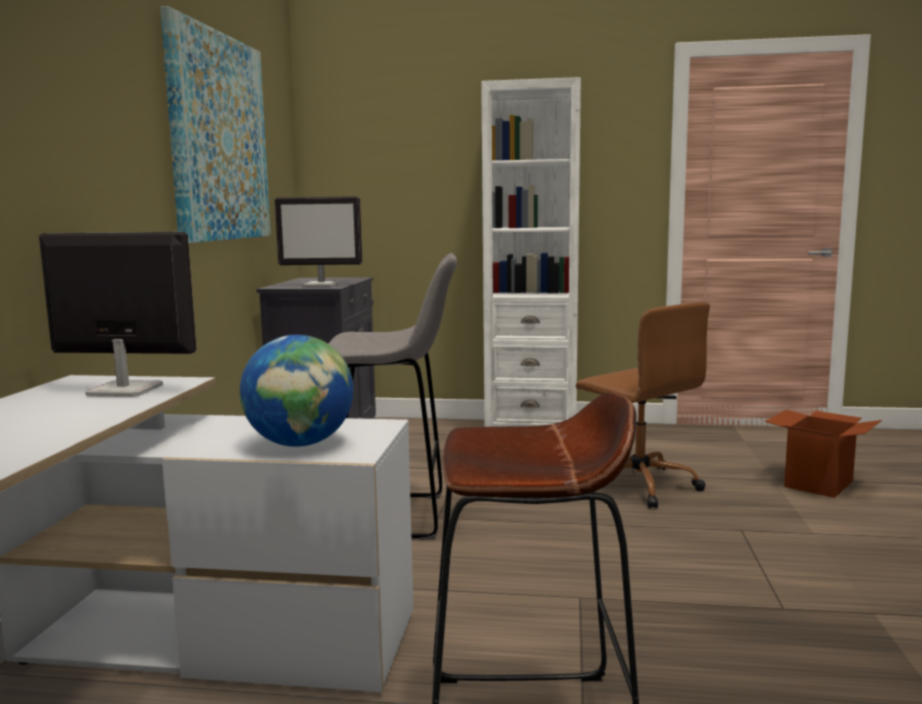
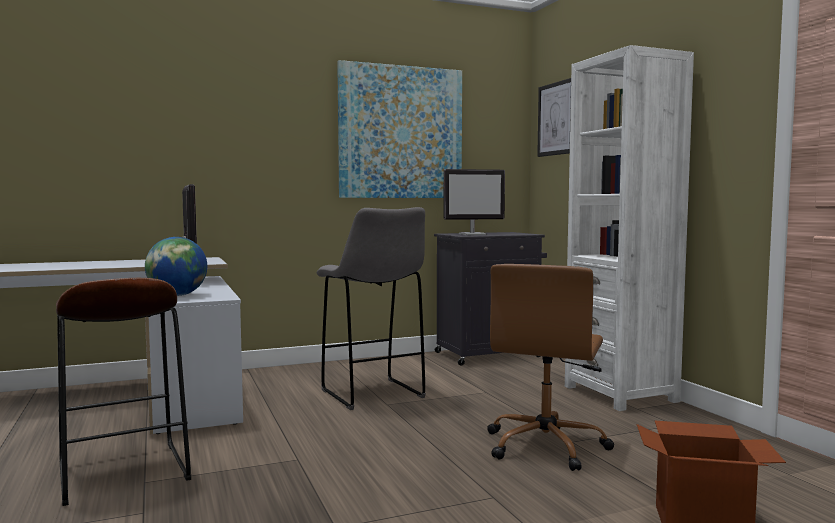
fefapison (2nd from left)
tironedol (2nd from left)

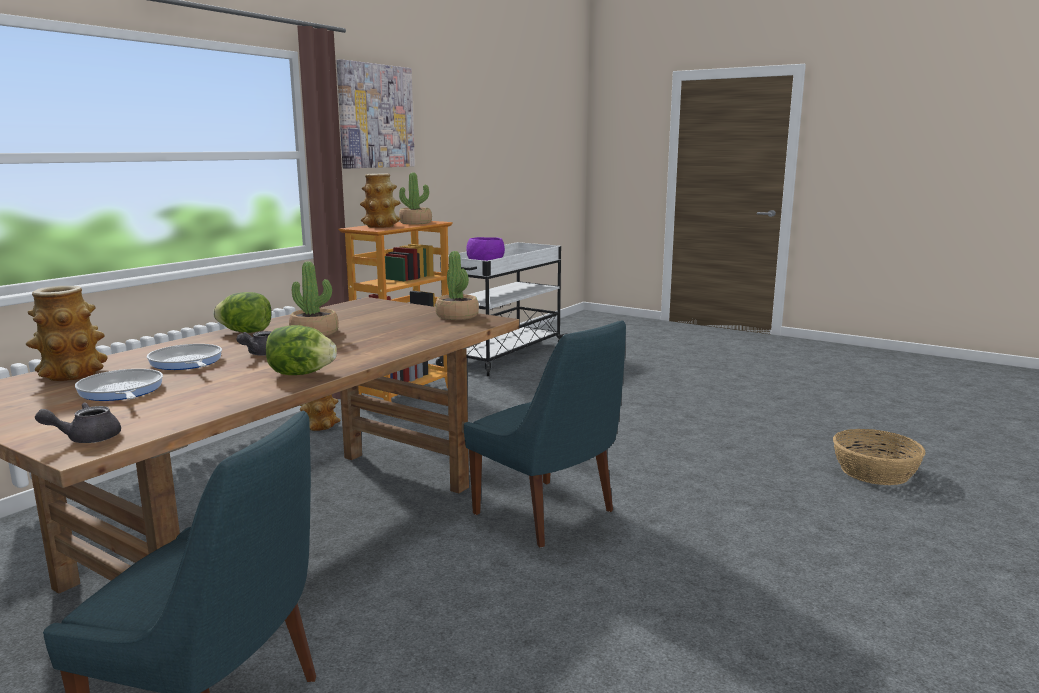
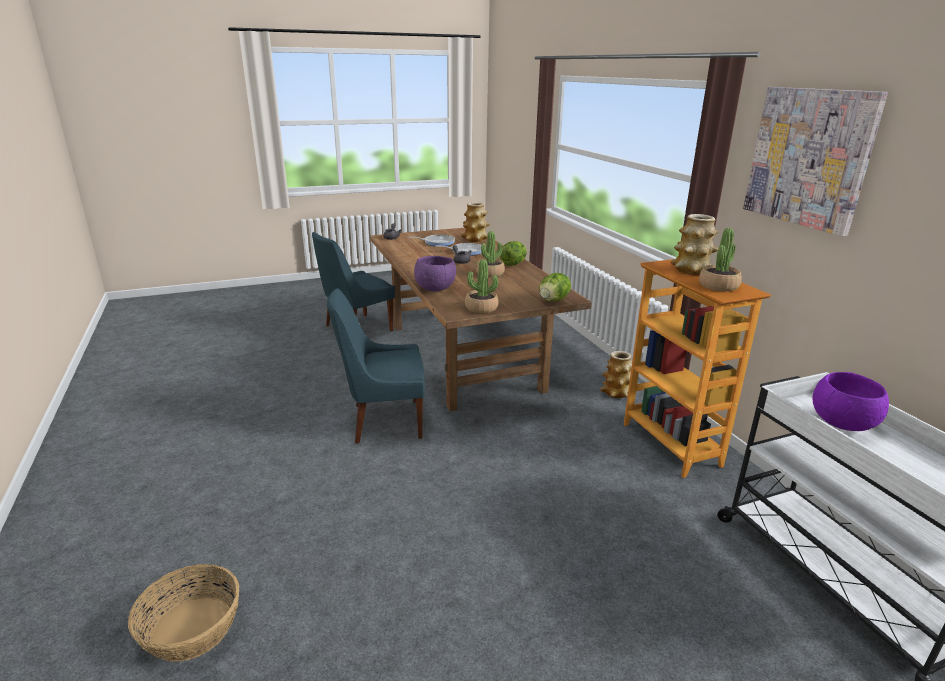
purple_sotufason (1st from left)
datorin (2nd from left)

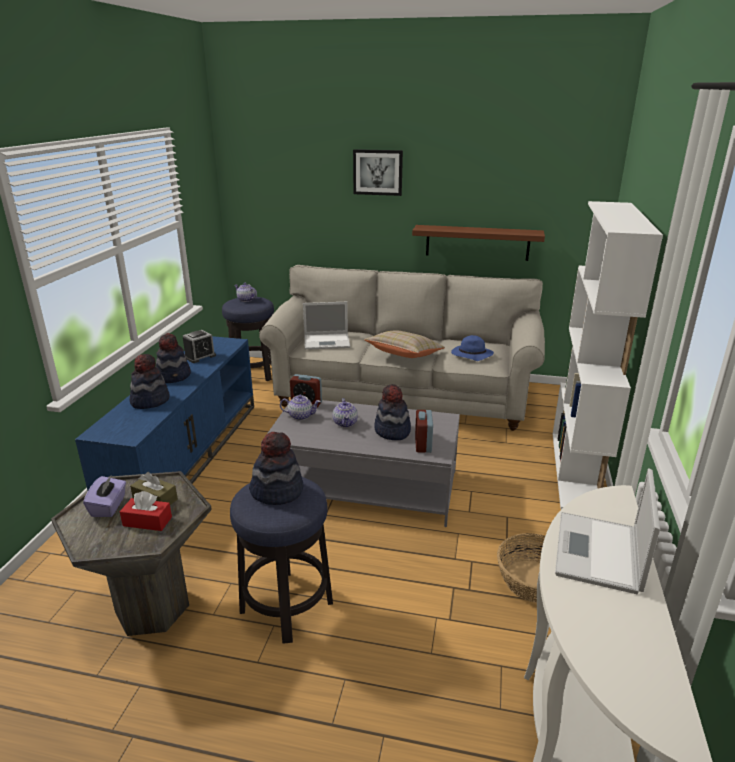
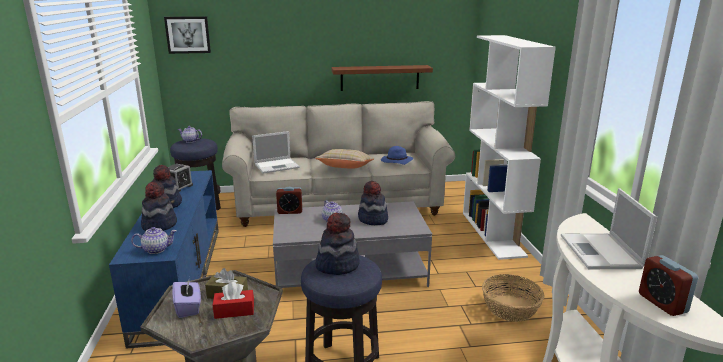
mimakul (1st from left)
tironedol
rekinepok (3rd from left)

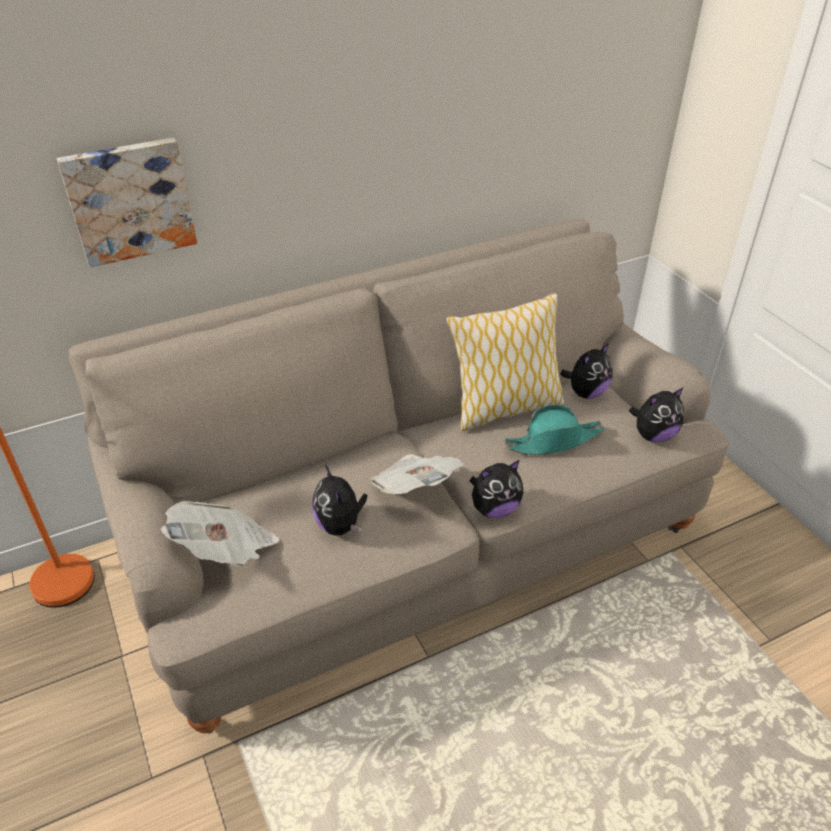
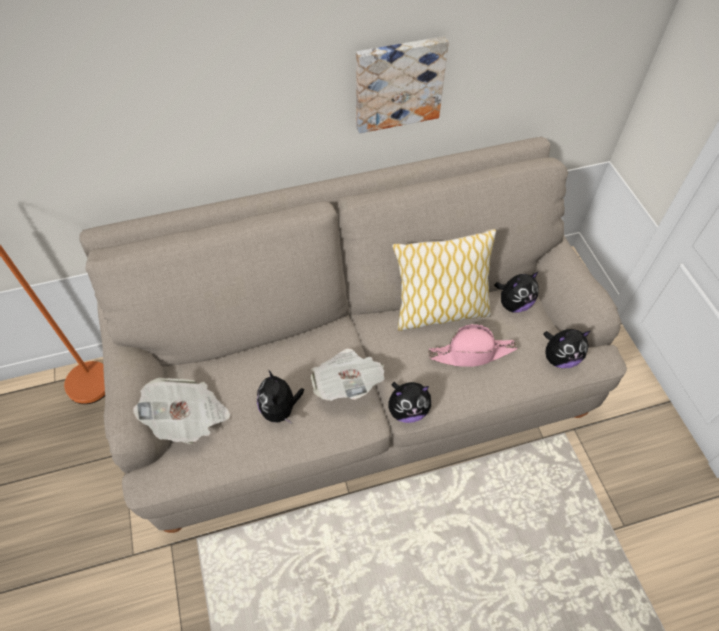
tironedol
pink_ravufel

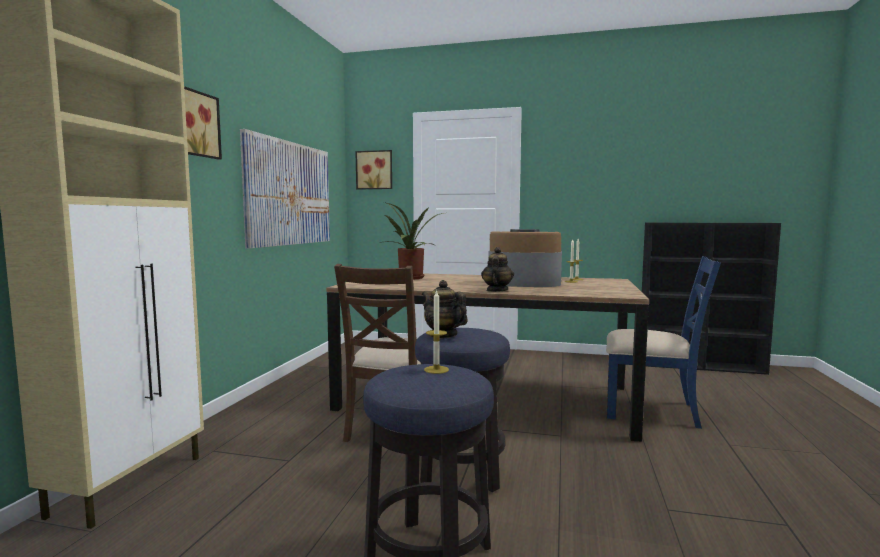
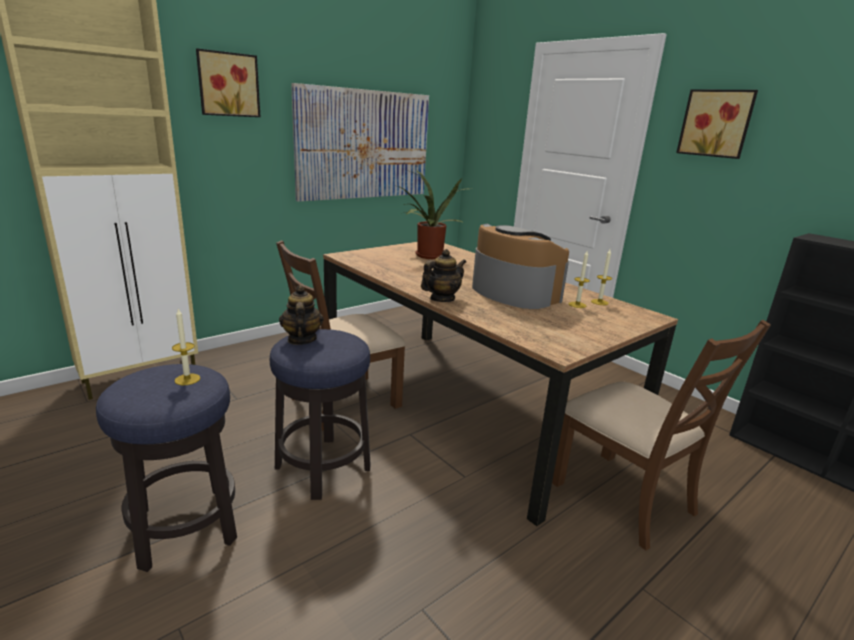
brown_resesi (2nd from left)
tironedol (3rd from left)

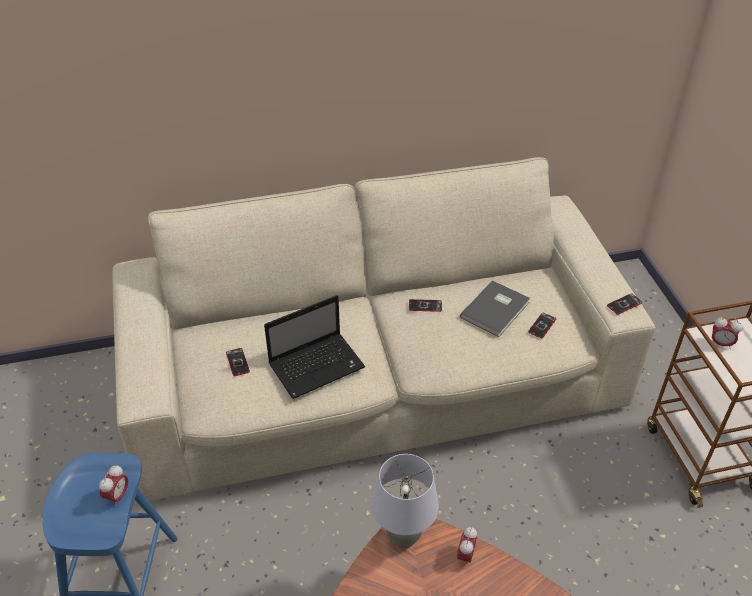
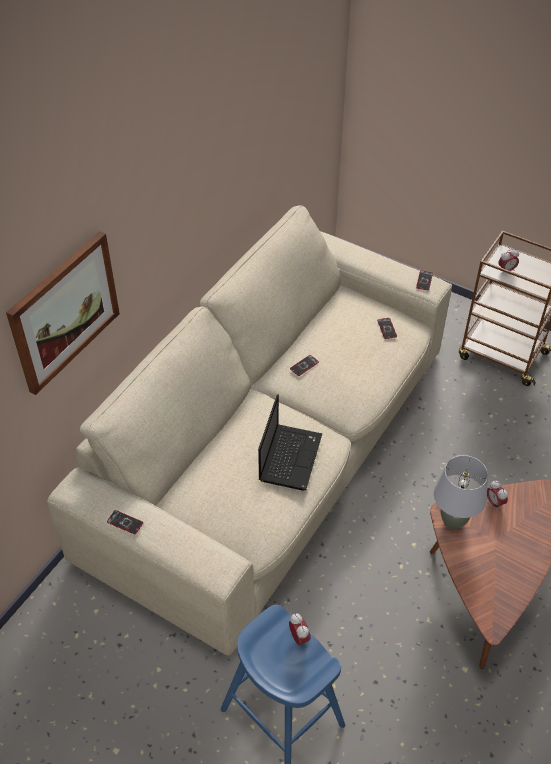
tironedol
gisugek (1st from left)
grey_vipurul

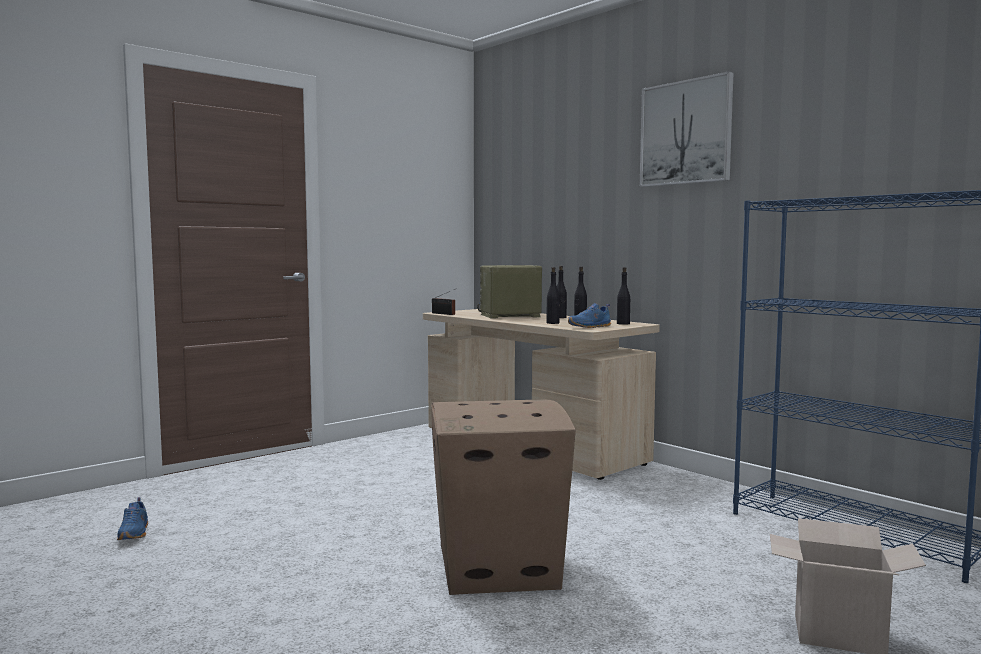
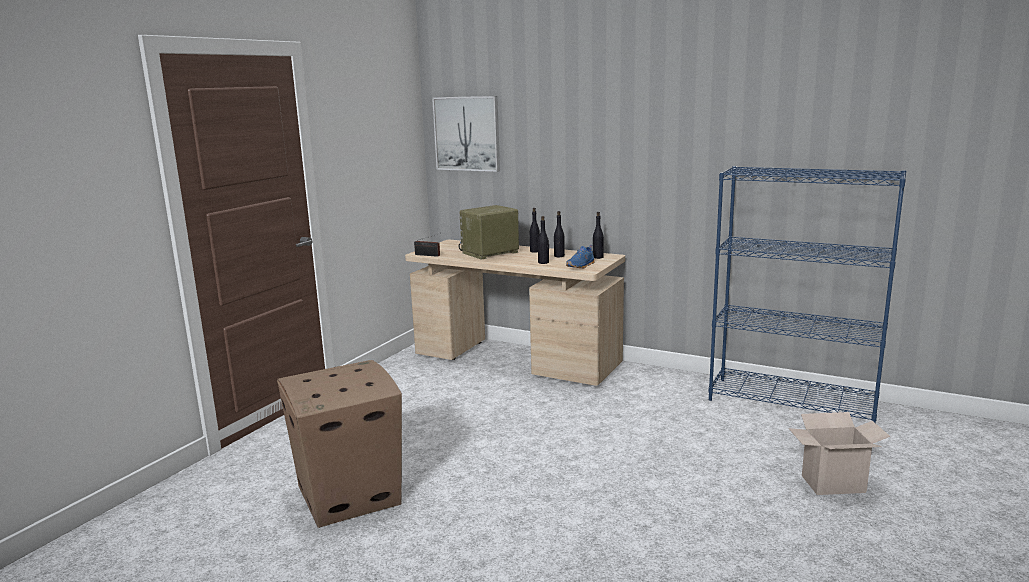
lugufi (1st from left)
tironedol
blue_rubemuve (1st from left in the first image)

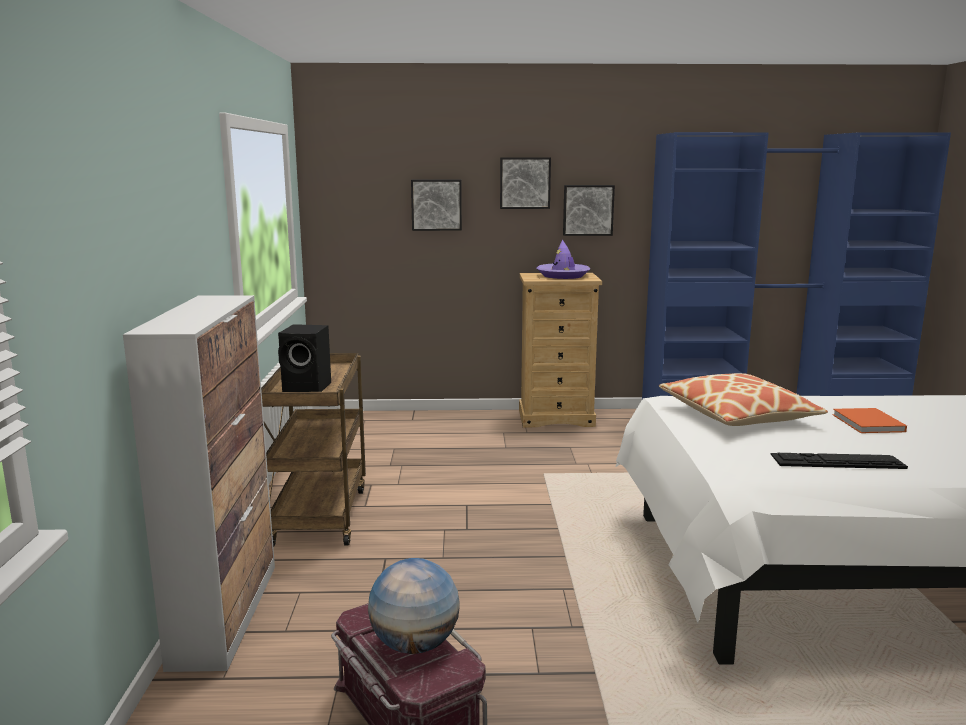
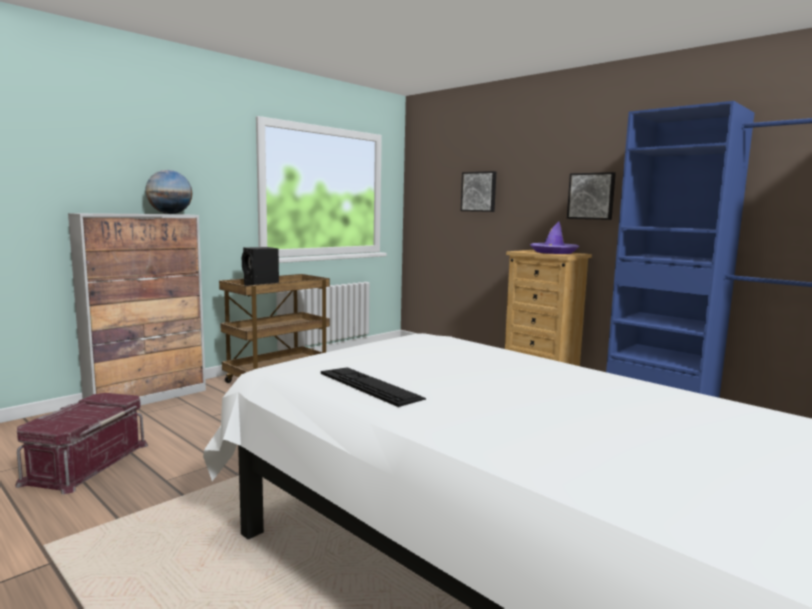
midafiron
tironedol (2nd from left in the first image)
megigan
orange_vipurul

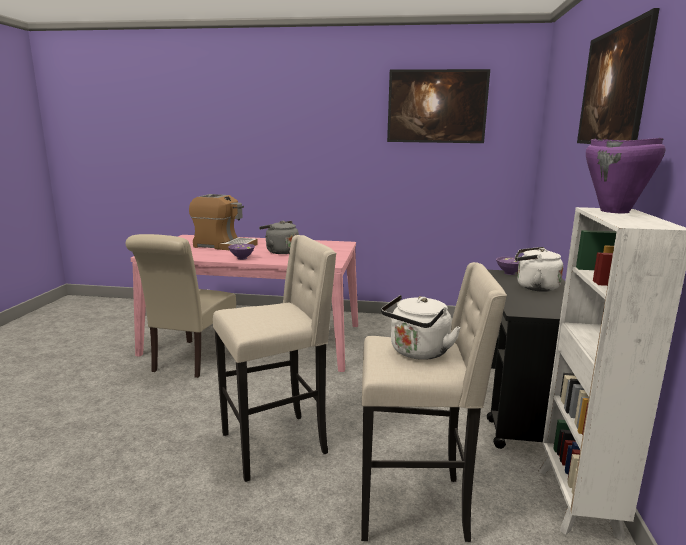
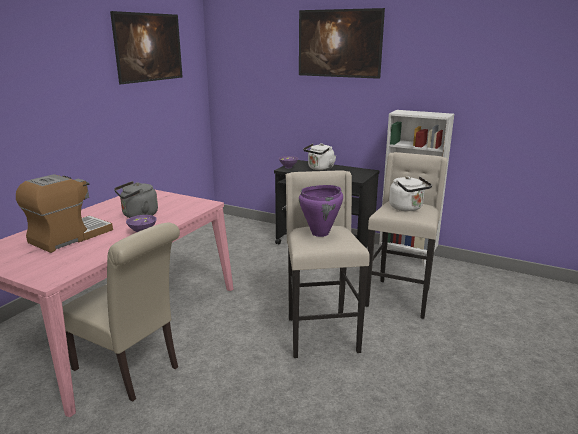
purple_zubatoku

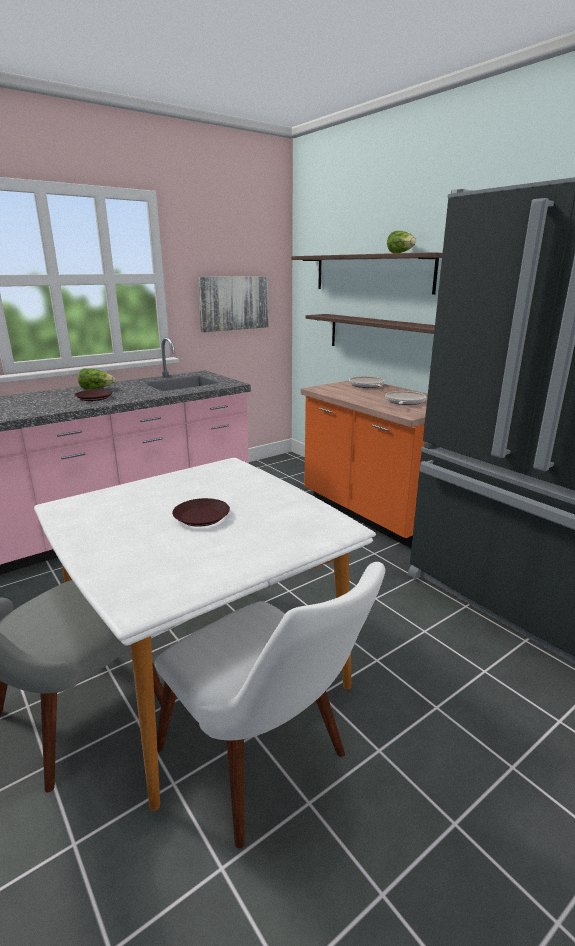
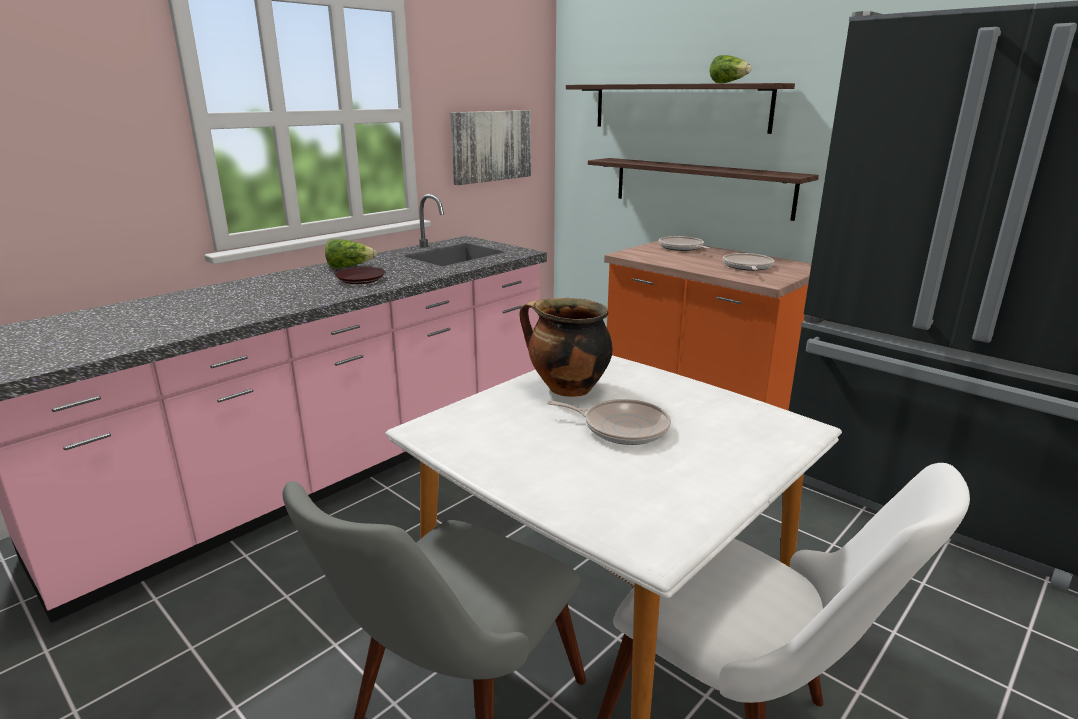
zubatoku
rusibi (1st from left)

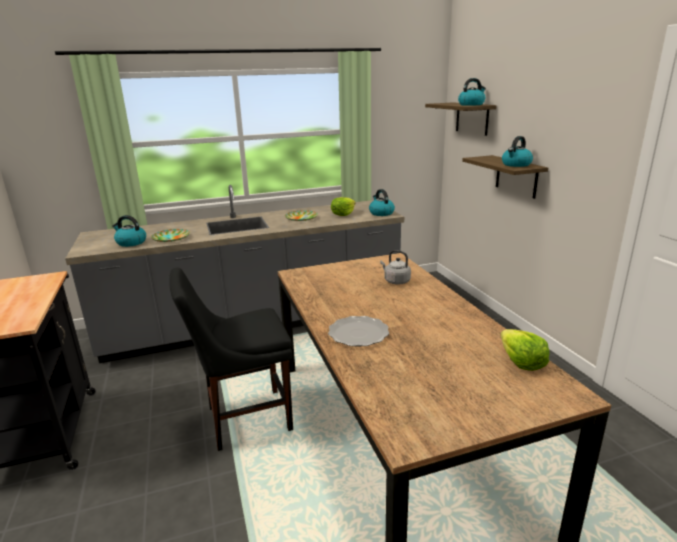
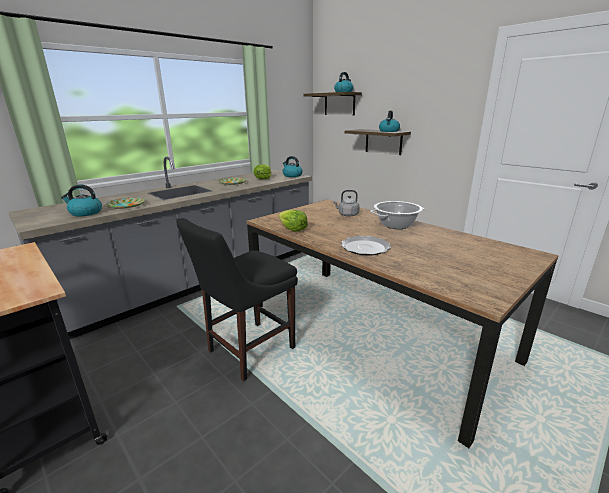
datorin (2nd from left)
zubatoku

